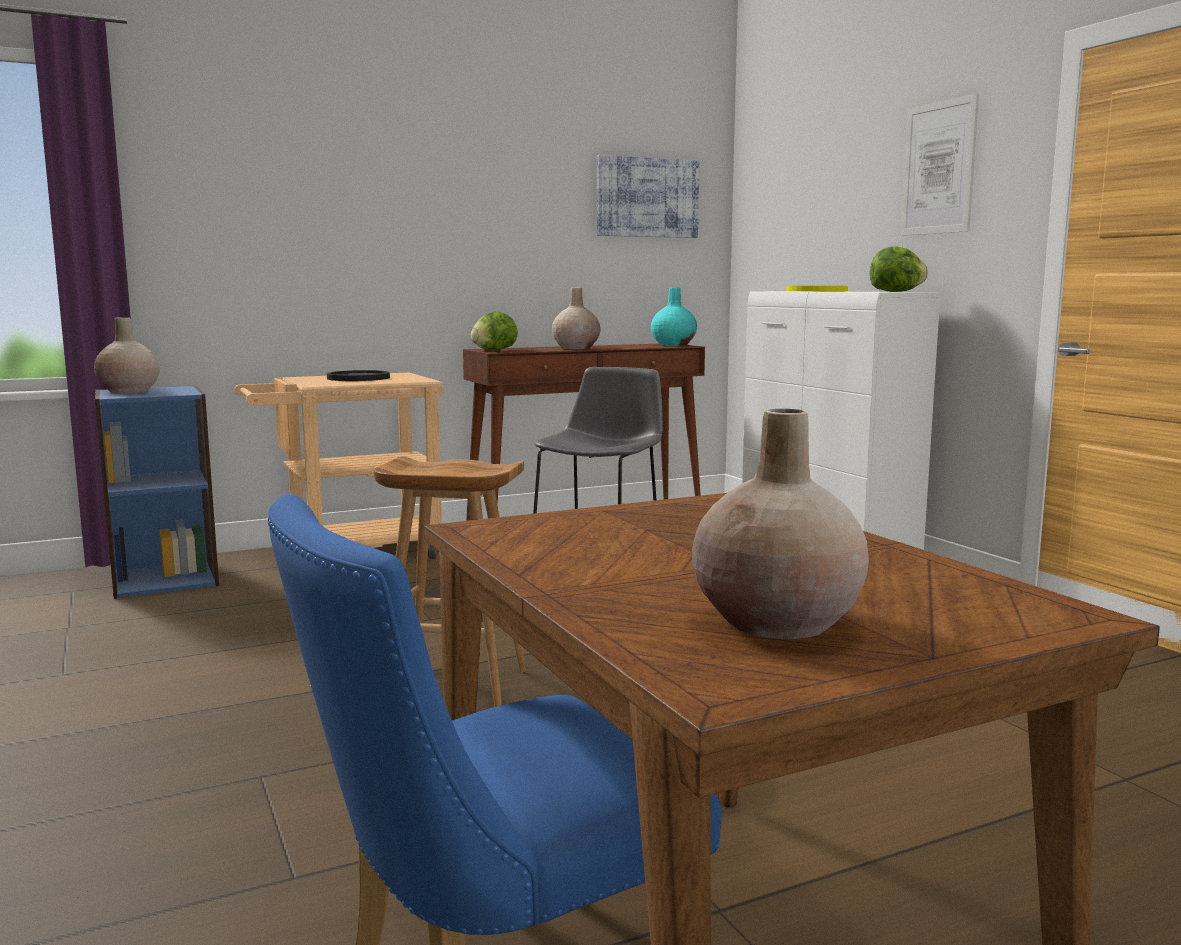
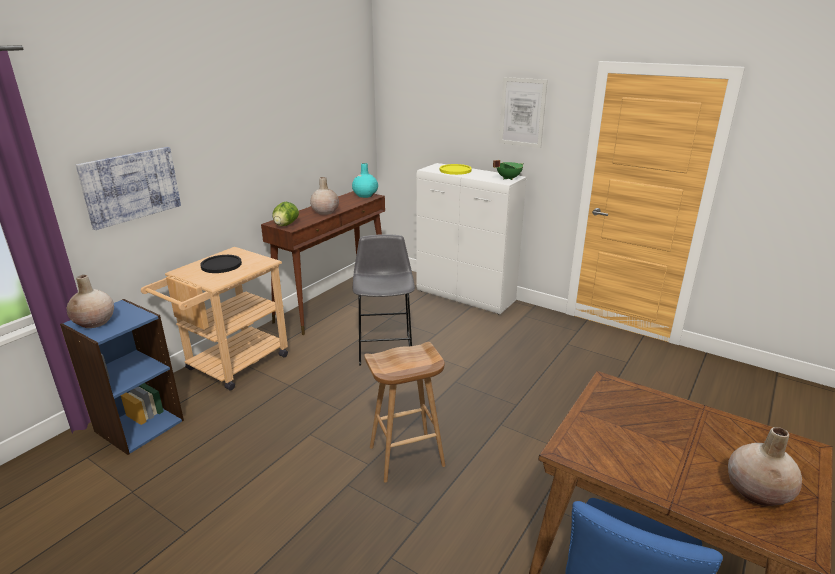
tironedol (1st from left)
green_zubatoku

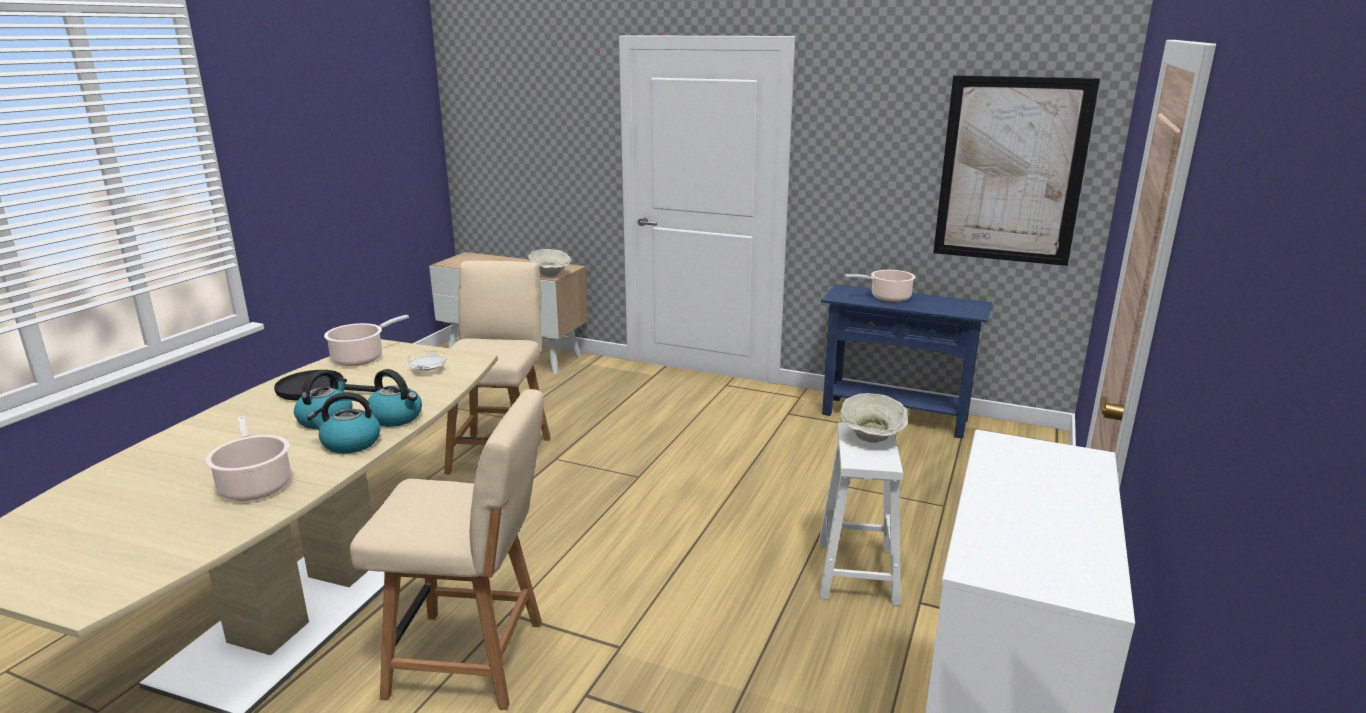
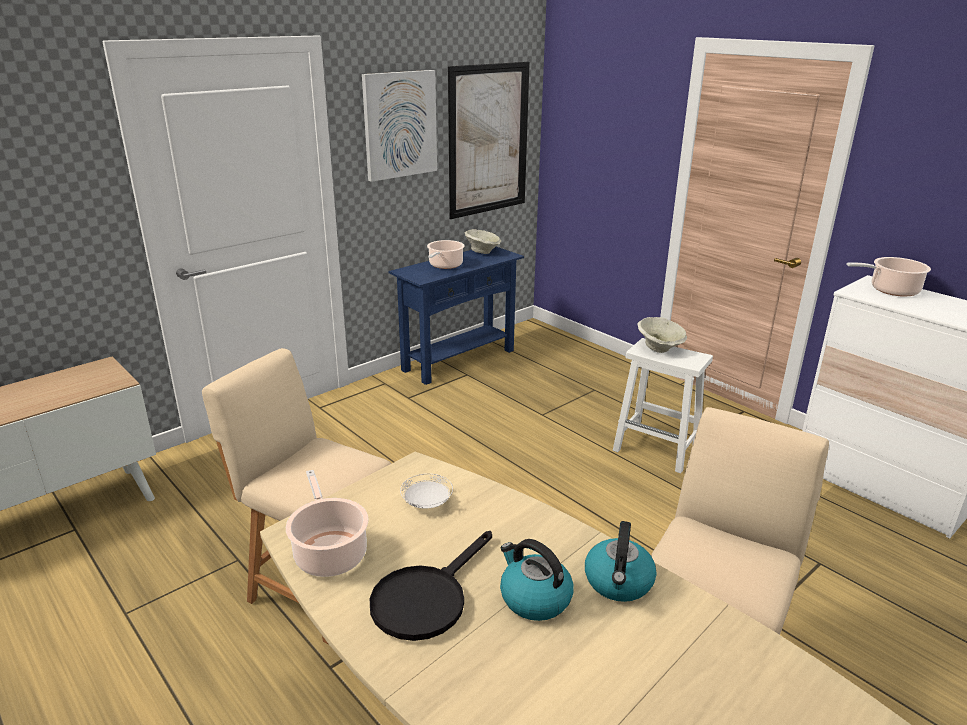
tironedol (1st from left)
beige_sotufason (1st from left)
zubatoku (3rd from left)
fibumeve (3rd from left in the first image)

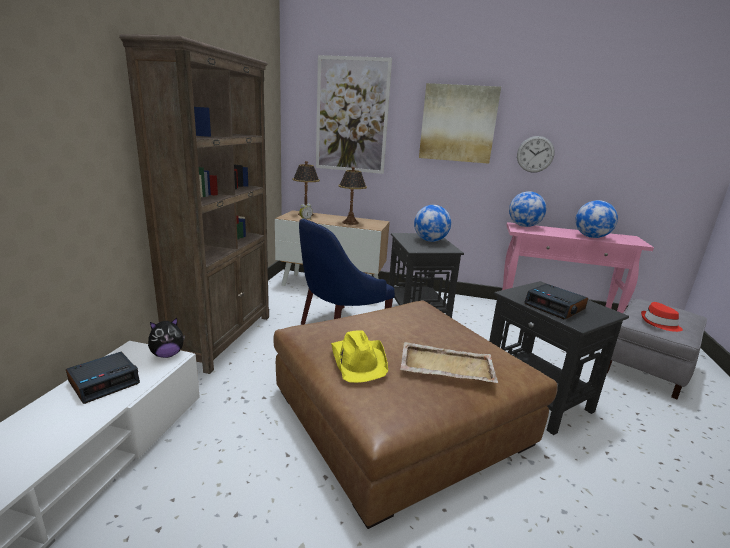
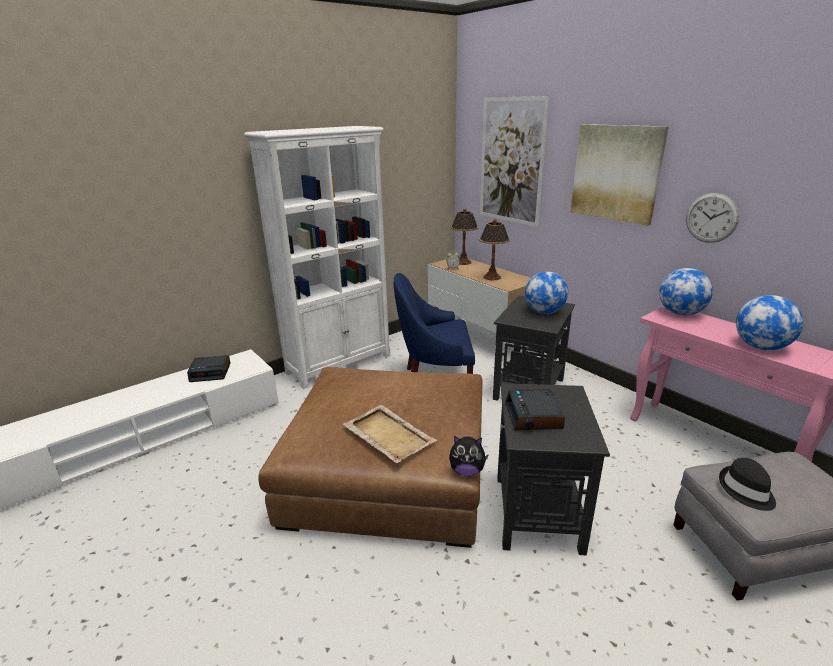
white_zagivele
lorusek
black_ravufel
yellow_ravufel

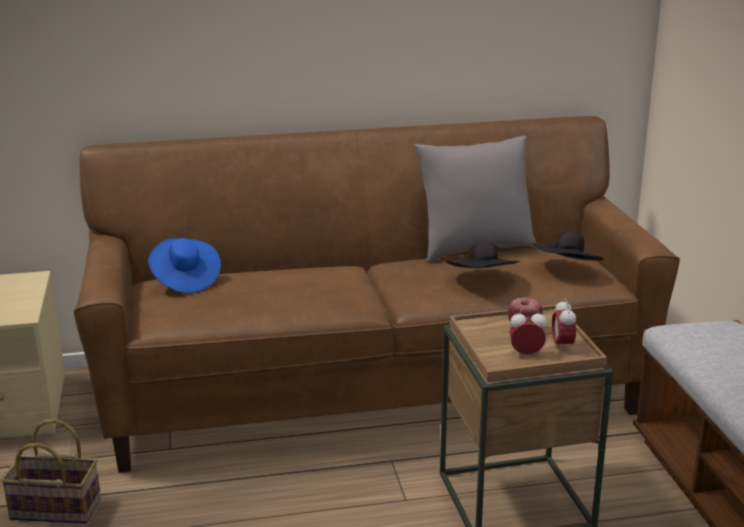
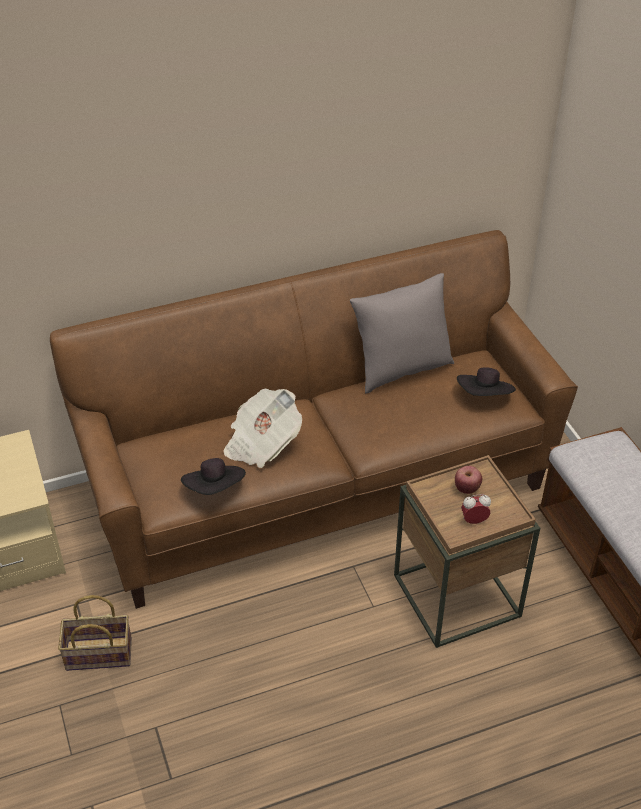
black_ravufel (1st from left)
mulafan
blue_ravufel
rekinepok (2nd from left in the first image)

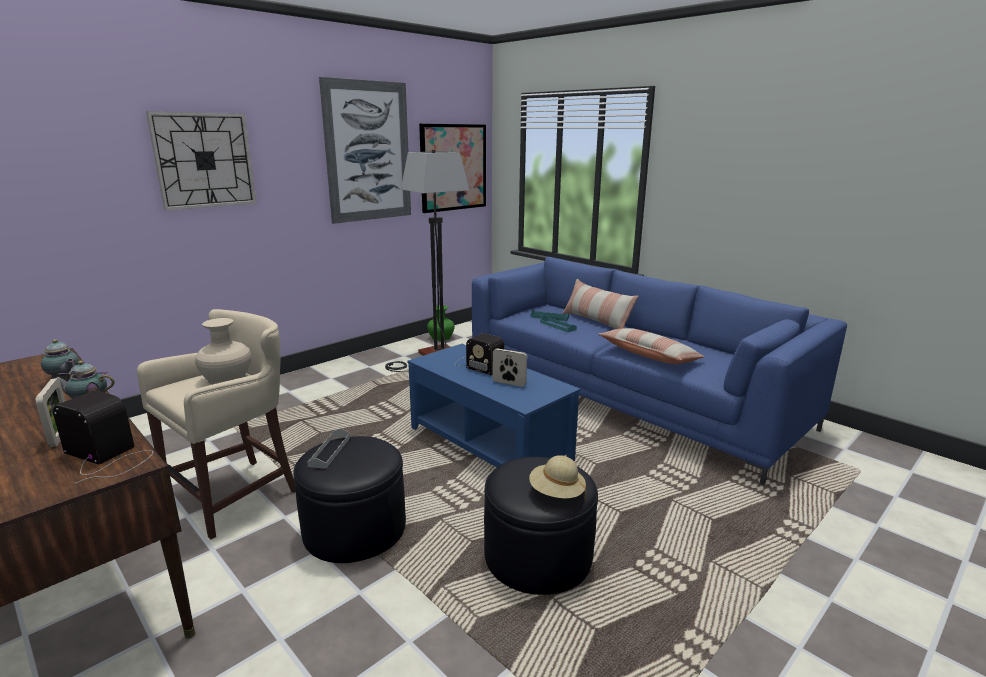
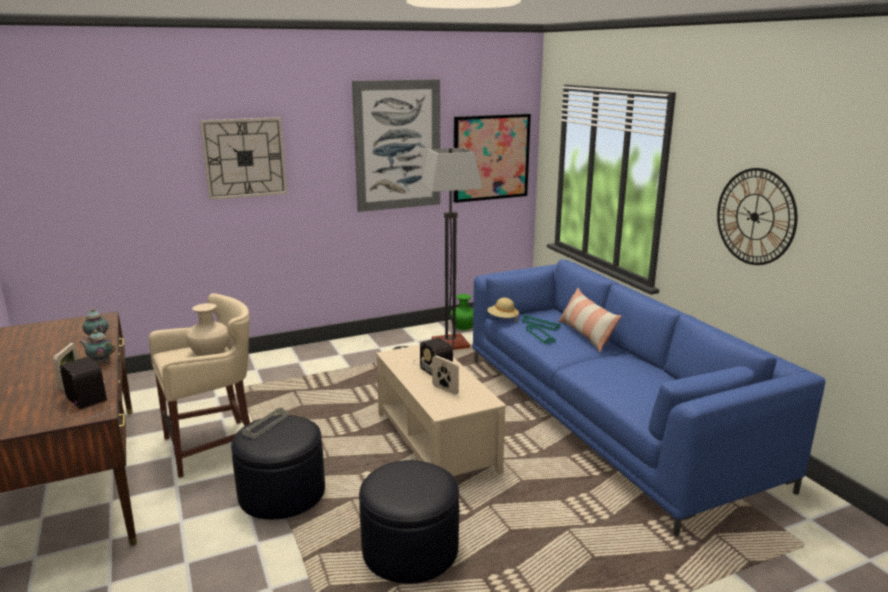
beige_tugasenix
beige_ravufel
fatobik (2nd from left)
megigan (2nd from left in the first image)

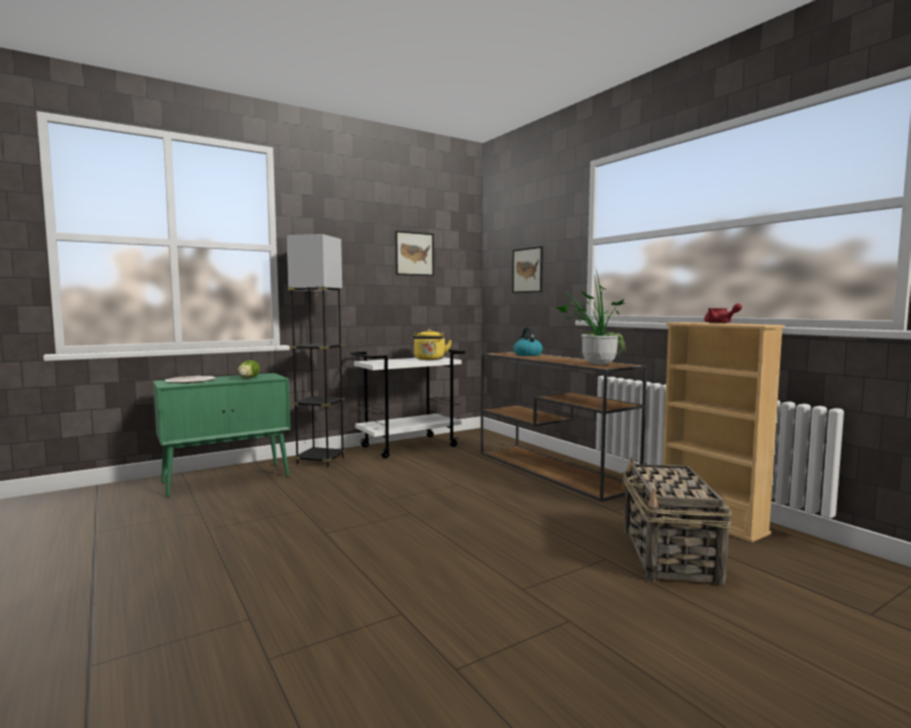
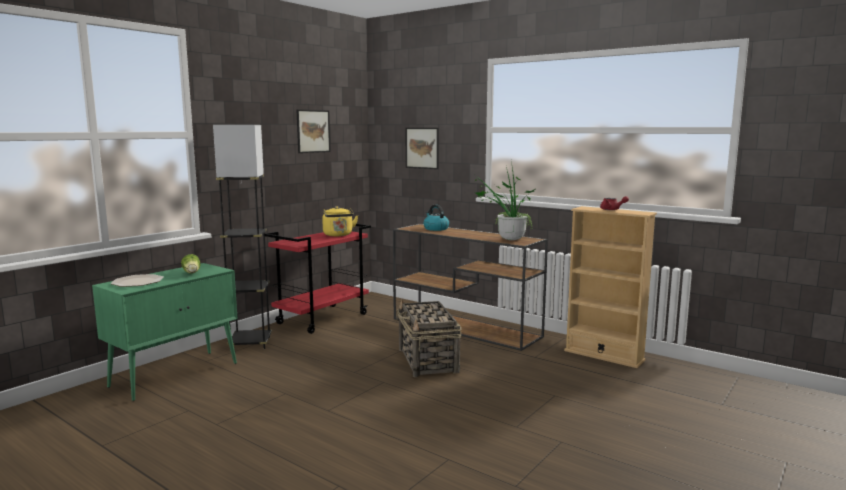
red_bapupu
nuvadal

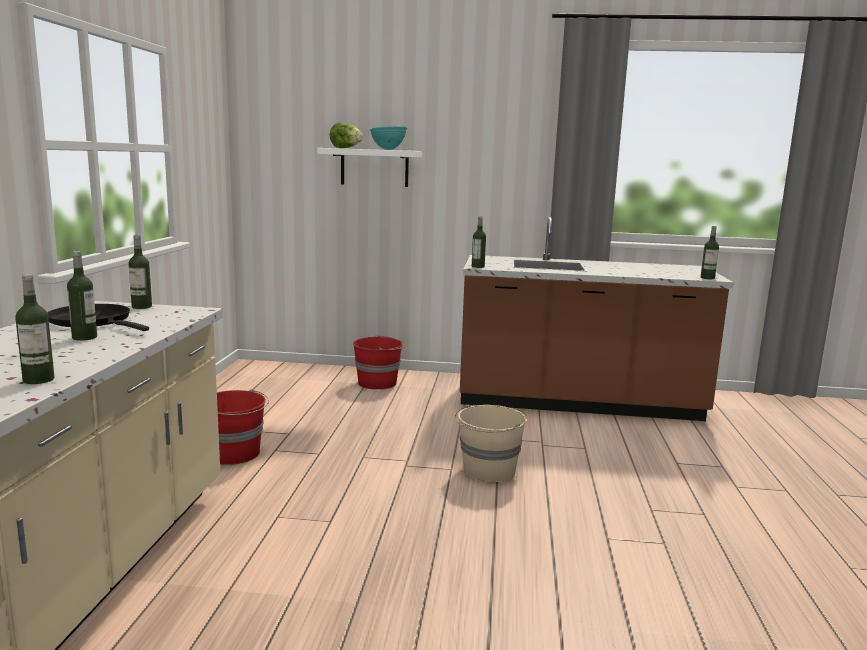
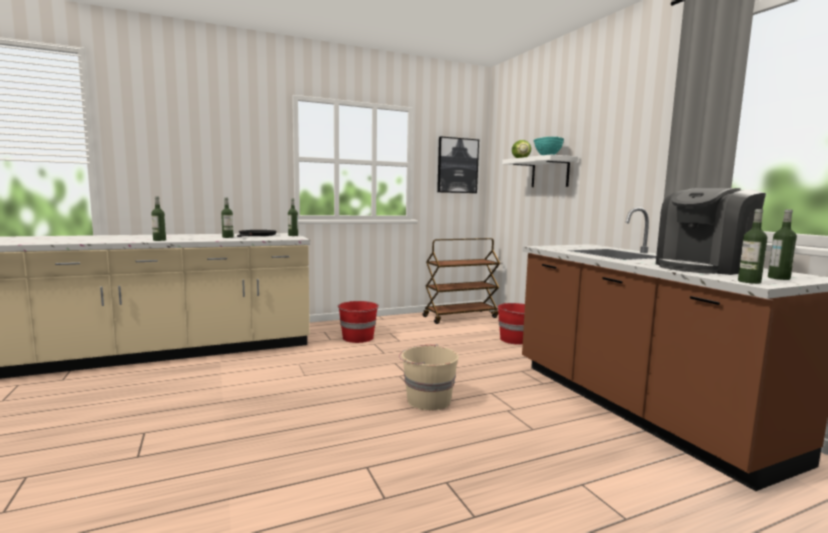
brown_bapupu
tironedol
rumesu
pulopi (5th from left)

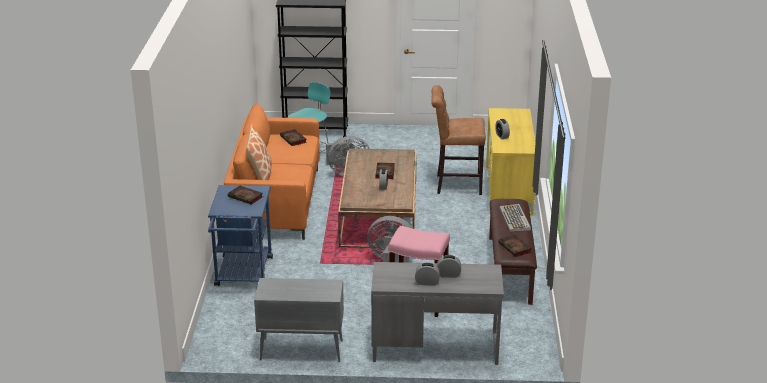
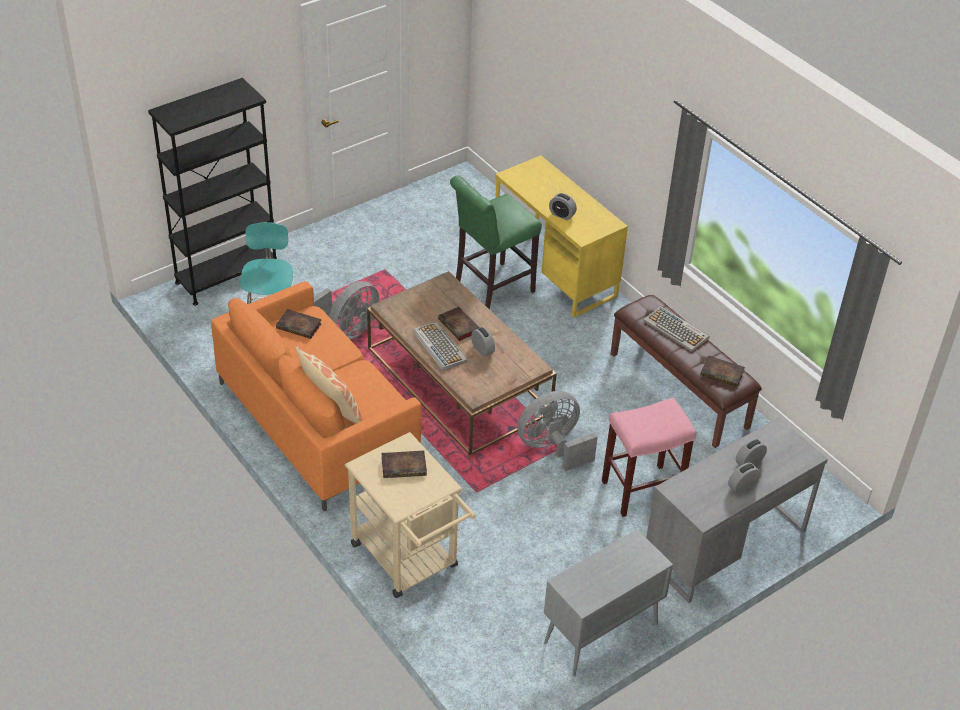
beige_bapupu
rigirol (1st from left)
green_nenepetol

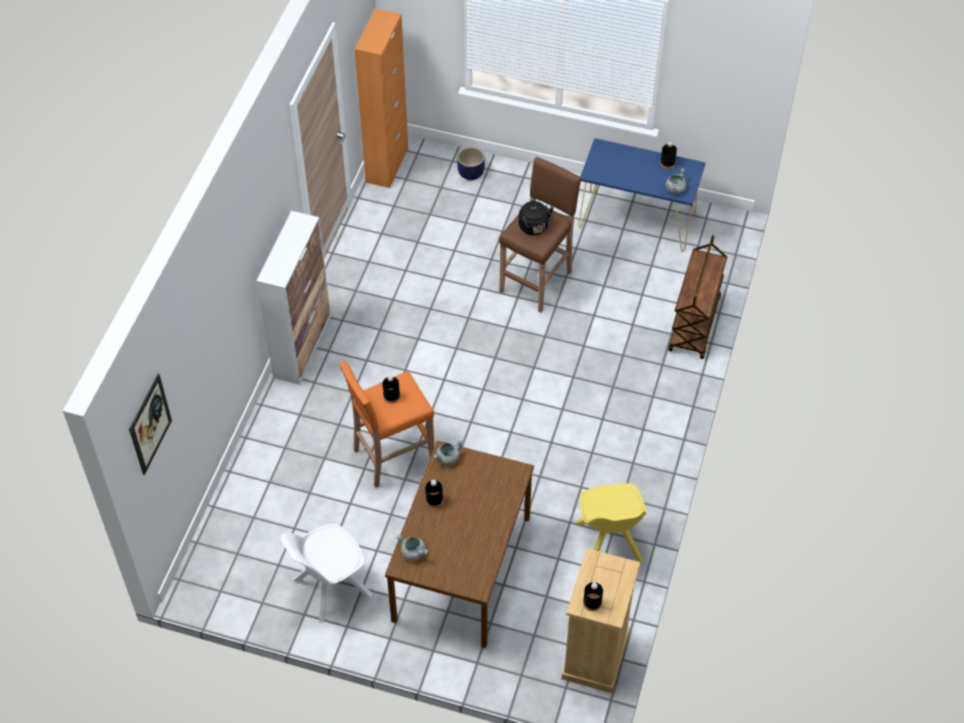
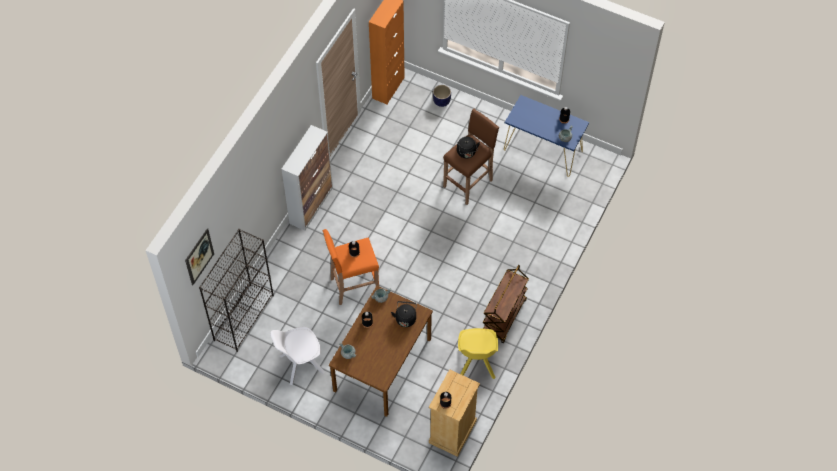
black_zagivele
black_fibumeve (1st from left)
brown_bapupu

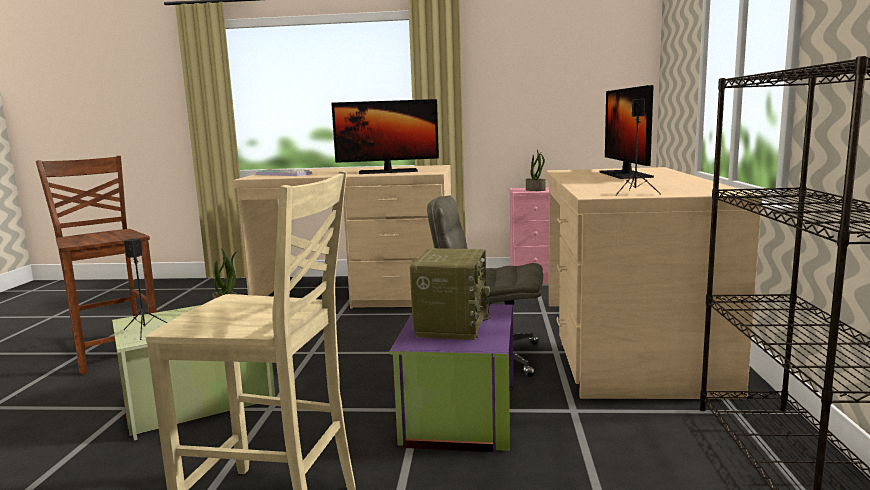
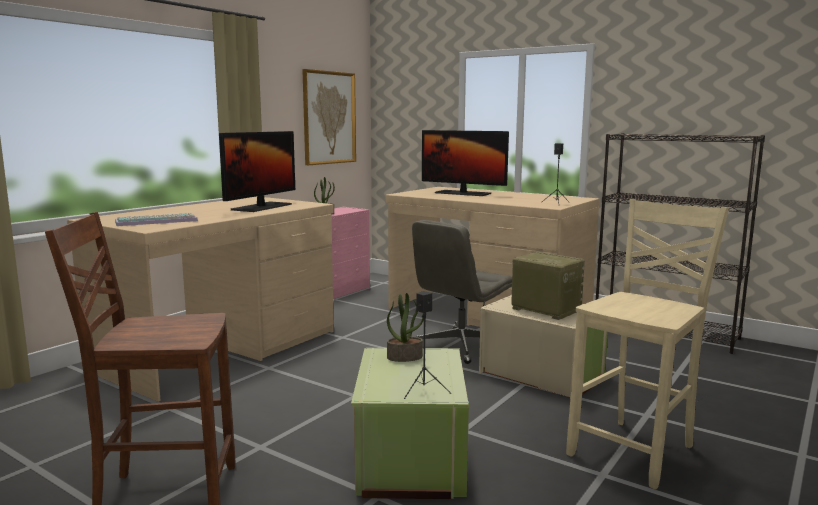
tironedol
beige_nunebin

